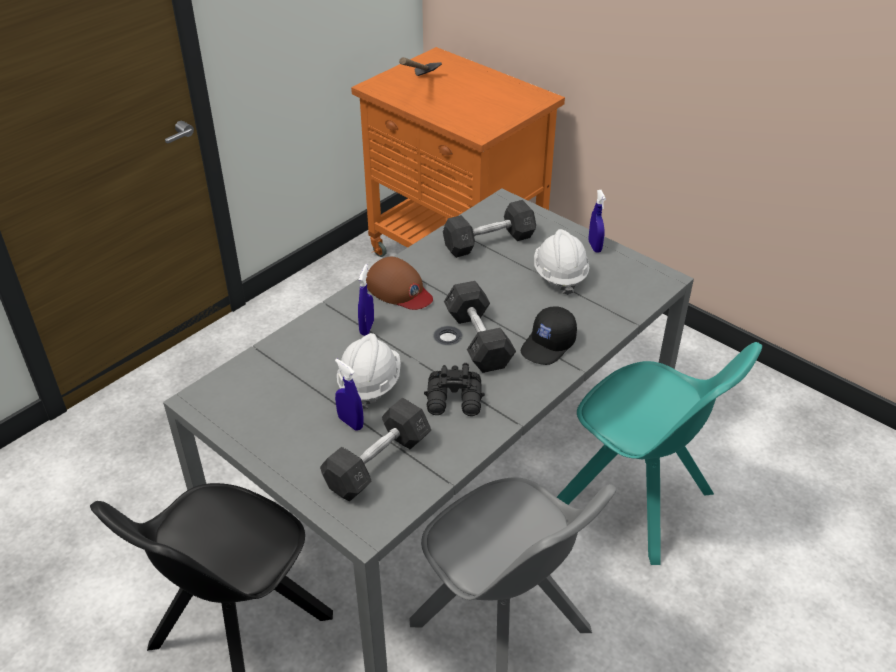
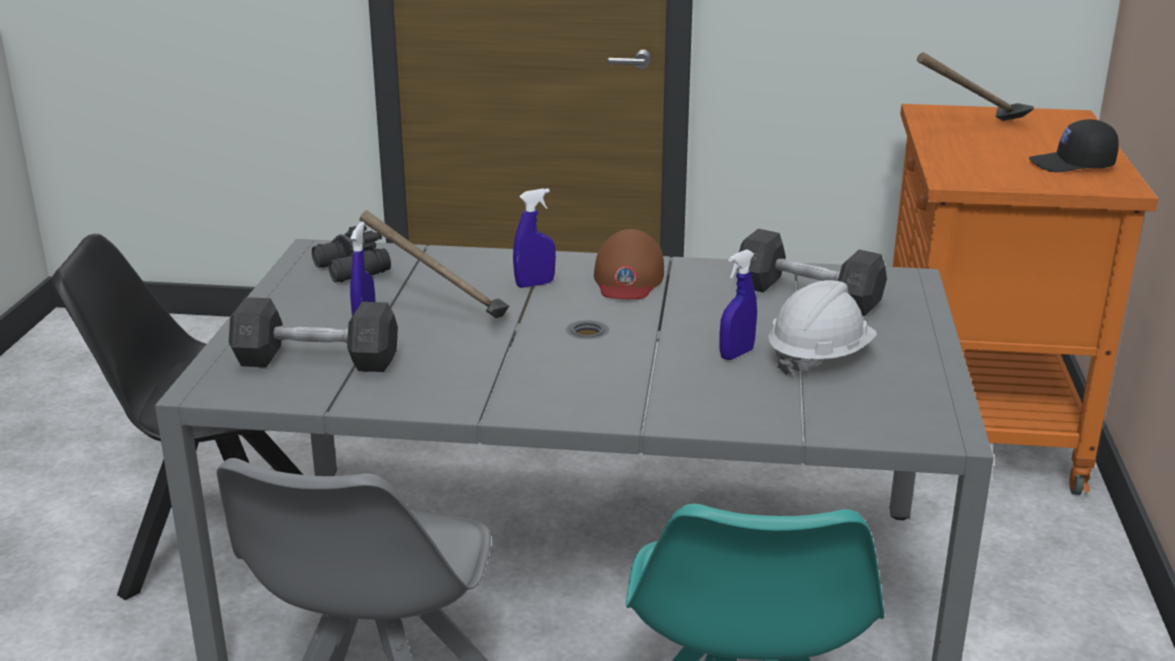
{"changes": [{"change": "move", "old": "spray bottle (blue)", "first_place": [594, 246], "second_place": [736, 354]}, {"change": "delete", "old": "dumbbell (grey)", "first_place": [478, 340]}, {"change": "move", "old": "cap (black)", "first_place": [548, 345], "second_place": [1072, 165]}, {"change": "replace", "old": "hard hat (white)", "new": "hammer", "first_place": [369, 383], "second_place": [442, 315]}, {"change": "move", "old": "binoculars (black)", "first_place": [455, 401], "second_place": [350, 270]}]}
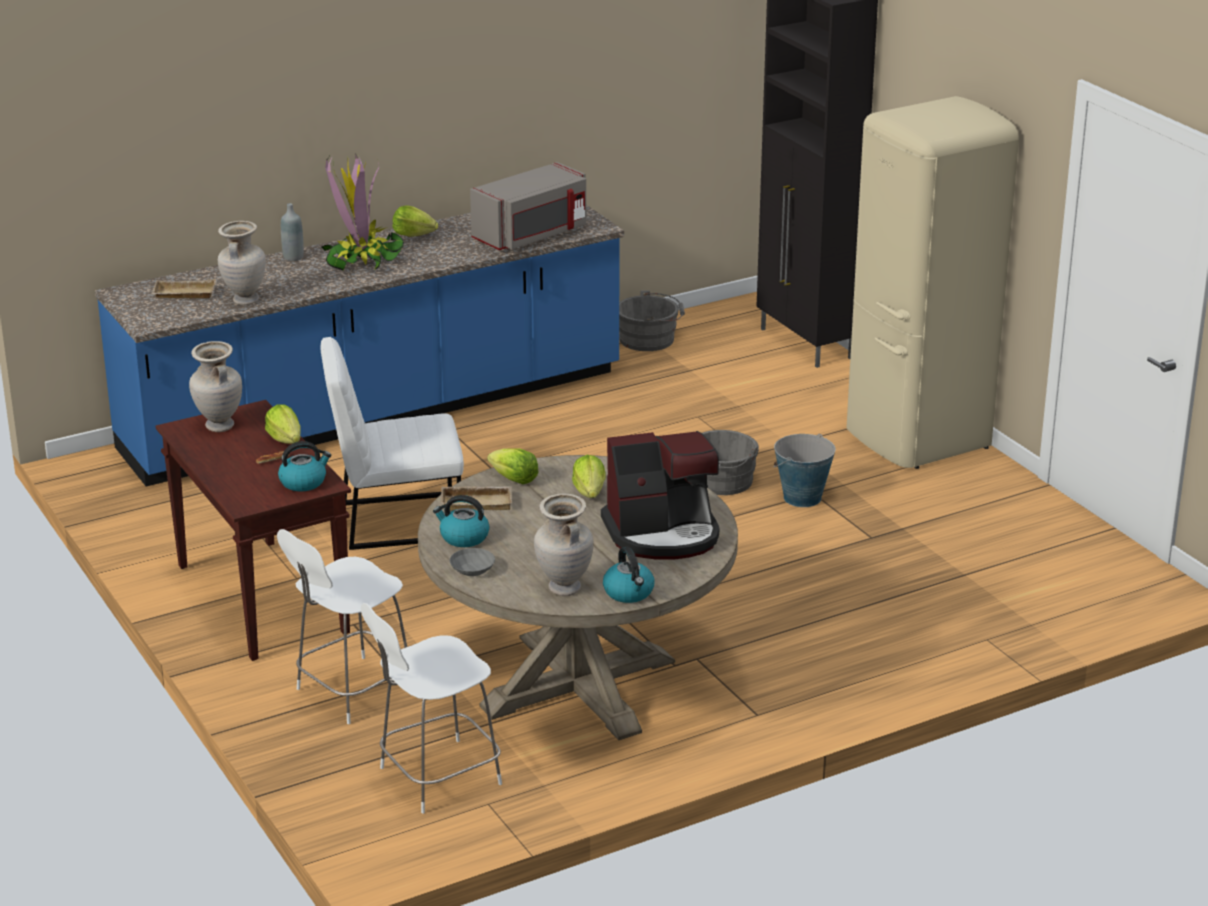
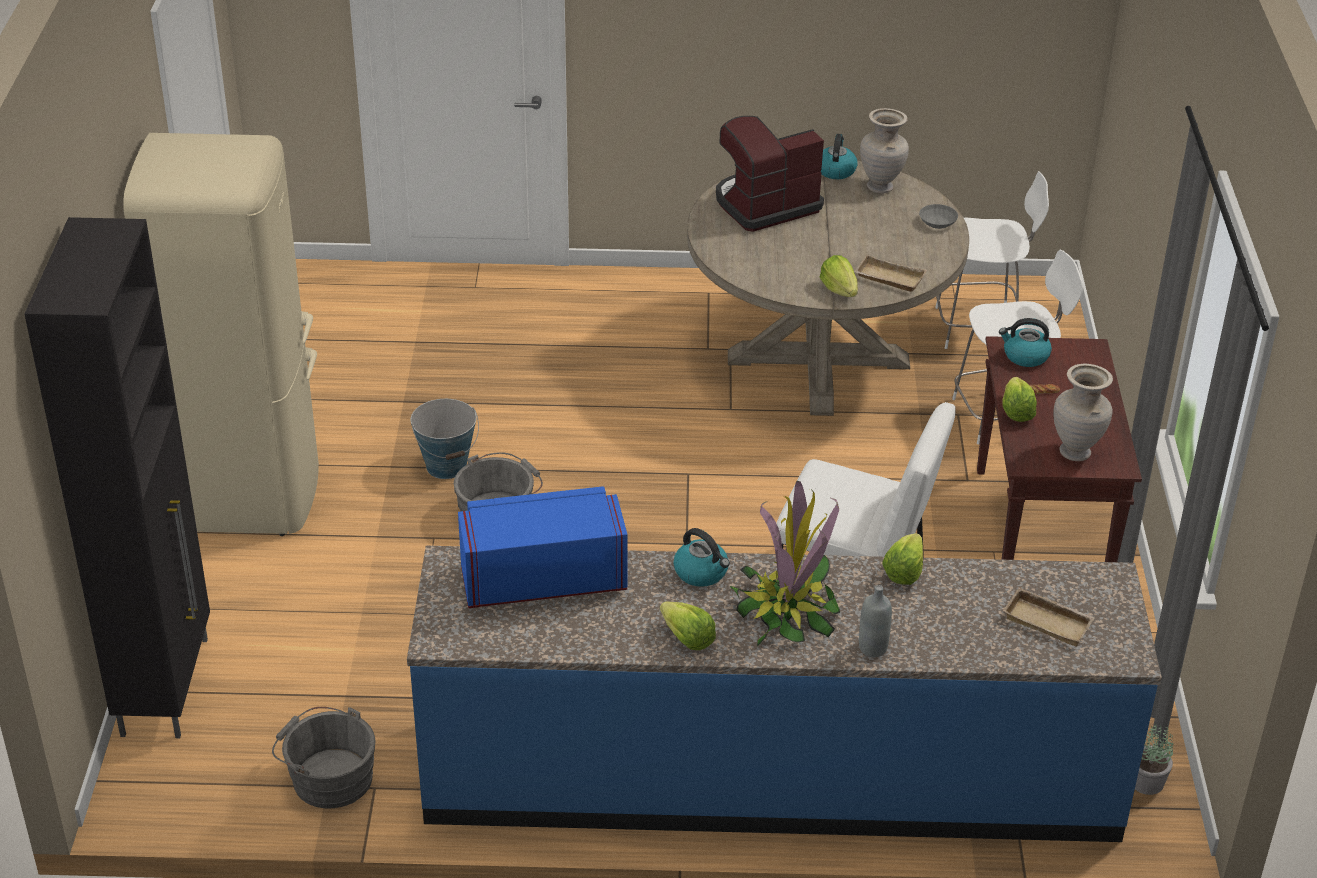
{"changes": [{"change": "recolor", "old": "microwave (grey)", "new": "microwave (blue)", "first_place": [532, 235], "second_place": [542, 577]}, {"change": "delete", "old": "vase (beige)", "first_place": [244, 300]}, {"change": "rotate", "old": "coffee machine", "first_place": [663, 534], "second_place": [765, 205], "degrees": -45}, {"change": "move", "old": "lettuce", "first_place": [590, 492], "second_place": [904, 572]}, {"change": "move", "old": "kettle", "first_place": [463, 537], "second_place": [702, 572]}, {"change": "insert", "new": "potted plant", "second_place": [1147, 782]}]}
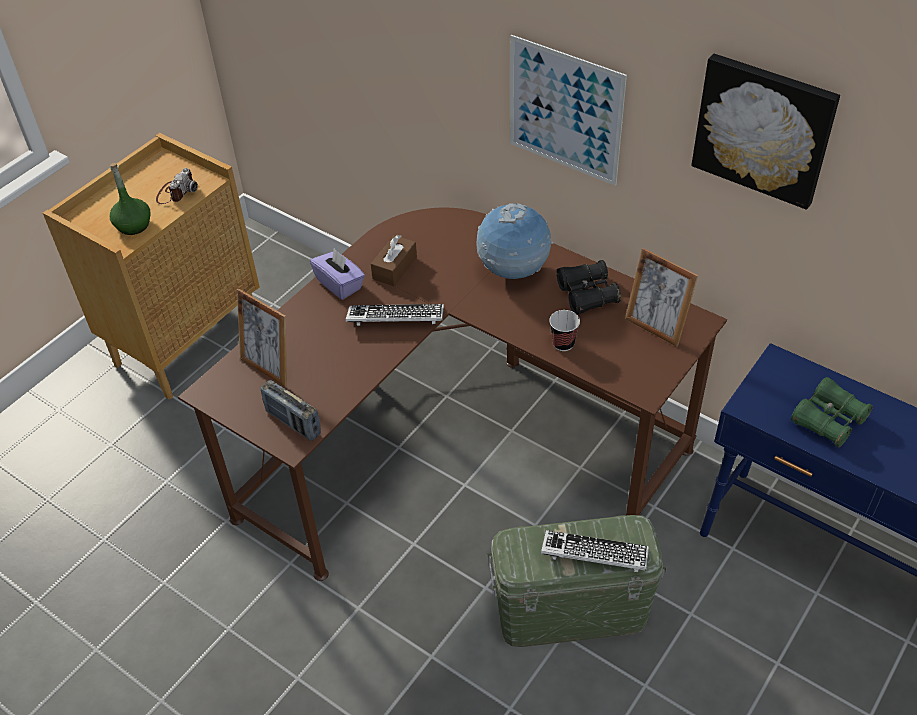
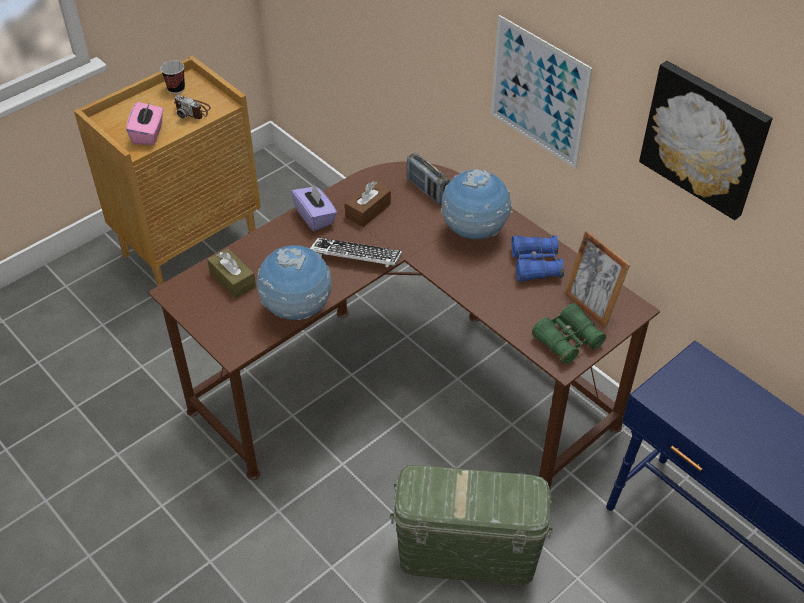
{"changes": [{"change": "replace", "old": "bottle (green)", "new": "tissue box (pink)", "first_place": [133, 225], "second_place": [148, 134]}, {"change": "rotate", "old": "photo camera", "first_place": [176, 192], "second_place": [193, 110], "degrees": 90}, {"change": "recolor", "old": "binoculars (black)", "new": "binoculars (blue)", "first_place": [587, 295], "second_place": [535, 265]}, {"change": "replace", "old": "picture frame", "new": "tissue box (brown)", "first_place": [269, 367], "second_place": [232, 280]}, {"change": "move", "old": "cup", "first_place": [563, 343], "second_place": [176, 89]}, {"change": "move", "old": "binoculars (green)", "first_place": [828, 420], "second_place": [567, 341]}, {"change": "move", "old": "radio", "first_place": [293, 423], "second_place": [427, 190]}, {"change": "delete", "old": "keyboard", "first_place": [594, 555]}, {"change": "insert", "new": "globe", "second_place": [297, 310]}]}
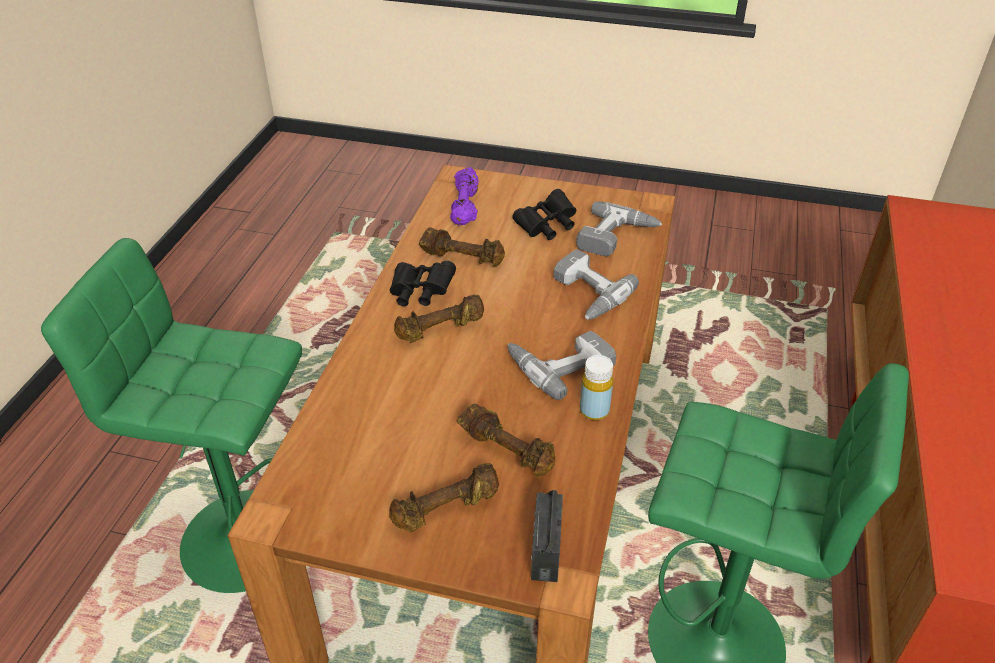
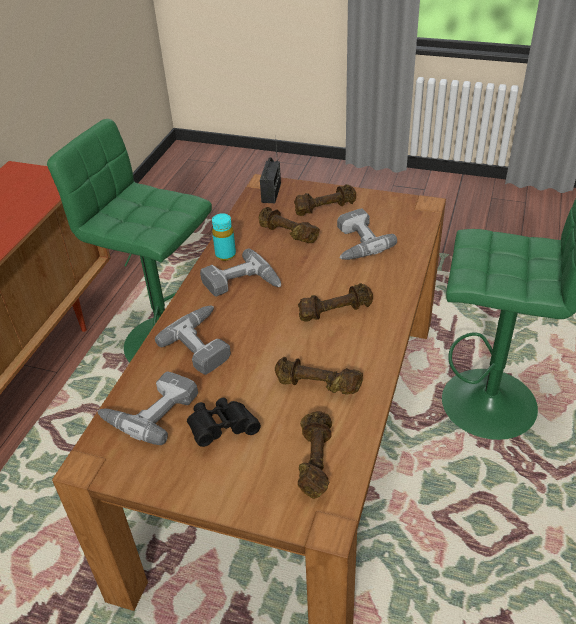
{"changes": [{"change": "recolor", "old": "dumbbell (purple)", "new": "dumbbell (brown)", "first_place": [466, 207], "second_place": [314, 461]}, {"change": "delete", "old": "binoculars (black)", "first_place": [420, 293]}, {"change": "recolor", "old": "bottle (yellow)", "new": "bottle (turquoise)", "first_place": [594, 410], "second_place": [225, 255]}, {"change": "insert", "new": "power drill", "second_place": [355, 243]}]}
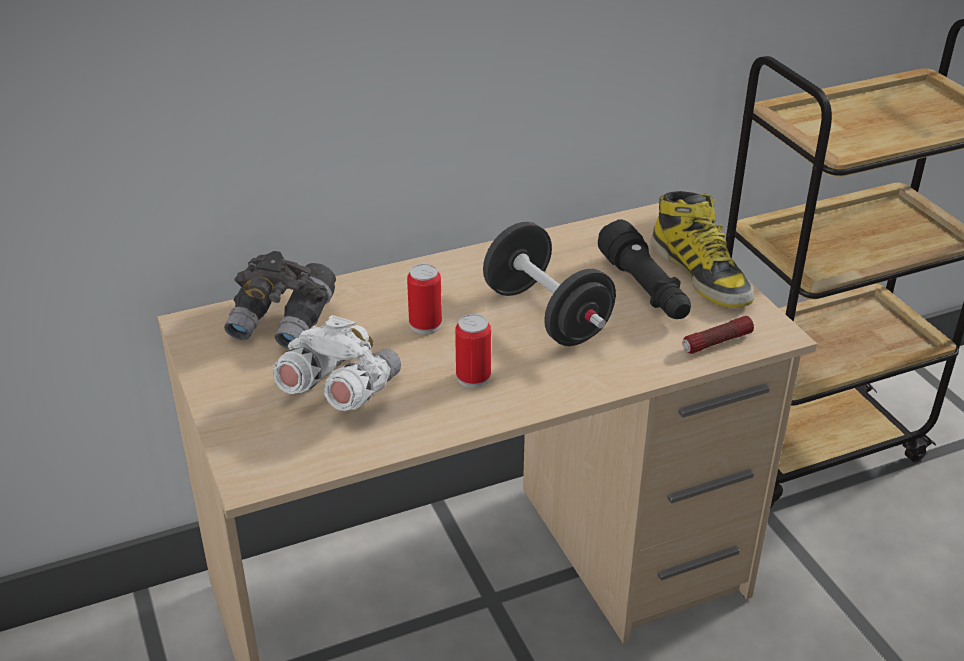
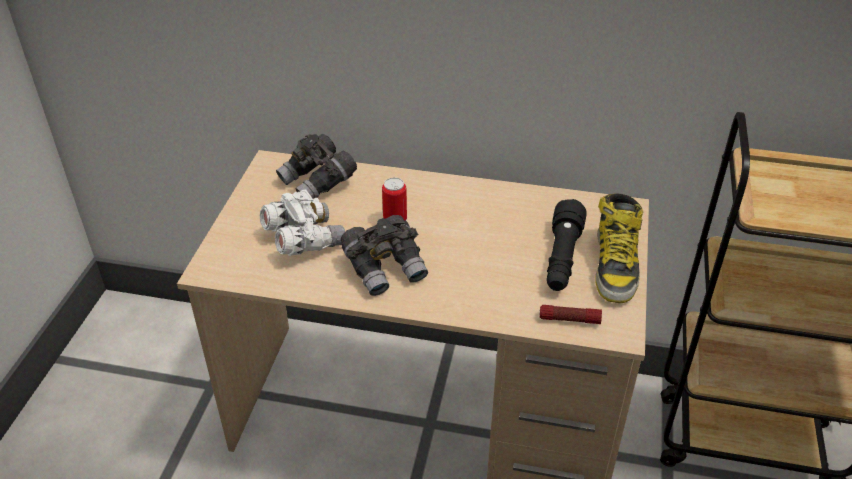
{"changes": [{"change": "delete", "old": "dumbbell (black)", "first_place": [547, 315]}, {"change": "replace", "old": "can", "new": "binoculars (grey)", "first_place": [473, 377], "second_place": [386, 268]}]}
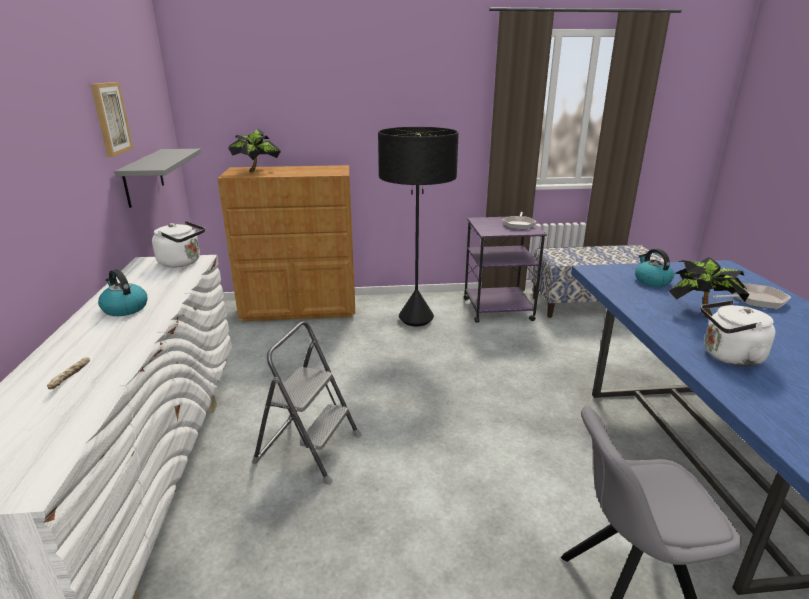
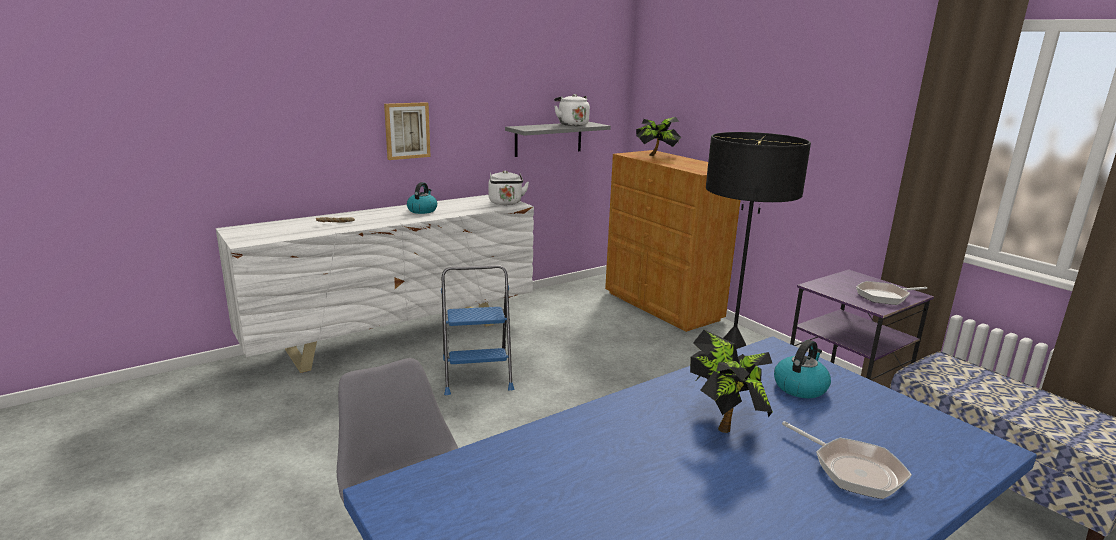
{"changes": [{"change": "move", "old": "picture", "first_place": [110, 118], "second_place": [407, 130]}, {"change": "move", "old": "kettle (white)", "first_place": [728, 357], "second_place": [571, 124]}, {"change": "recolor", "old": "step ladder (grey)", "new": "step ladder (blue)", "first_place": [305, 447], "second_place": [477, 372]}]}
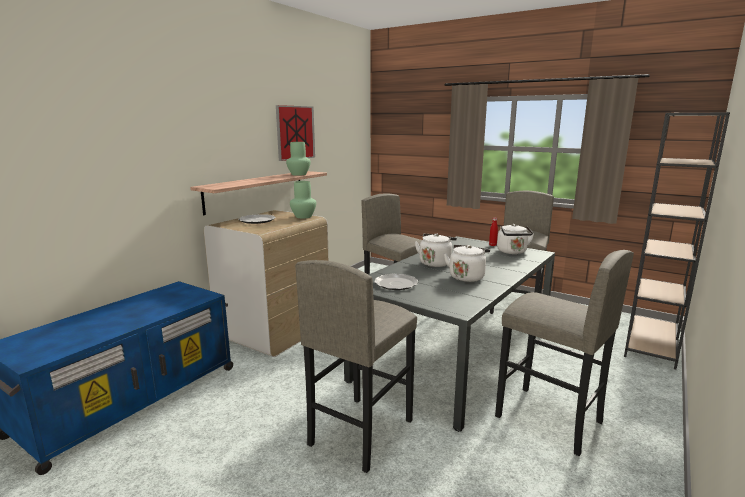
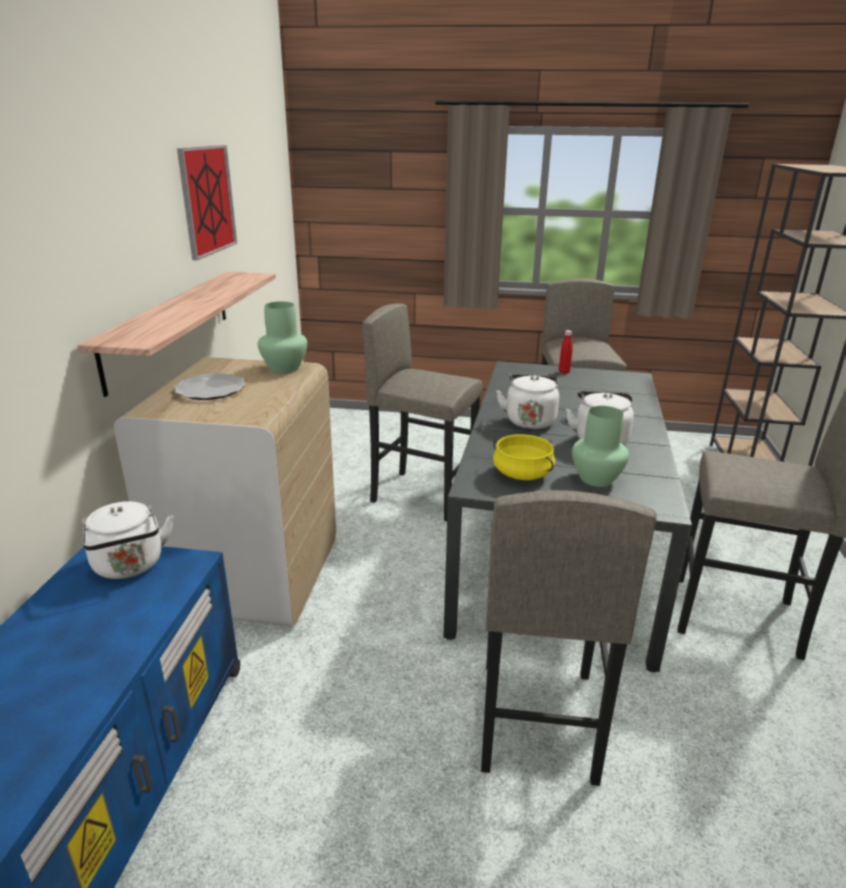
{"changes": [{"change": "move", "old": "vase (green)", "first_place": [299, 174], "second_place": [597, 478]}, {"change": "move", "old": "kettle (white)", "first_place": [512, 252], "second_place": [130, 566]}, {"change": "replace", "old": "plate", "new": "cooking pot (yellow)", "first_place": [395, 283], "second_place": [522, 474]}]}
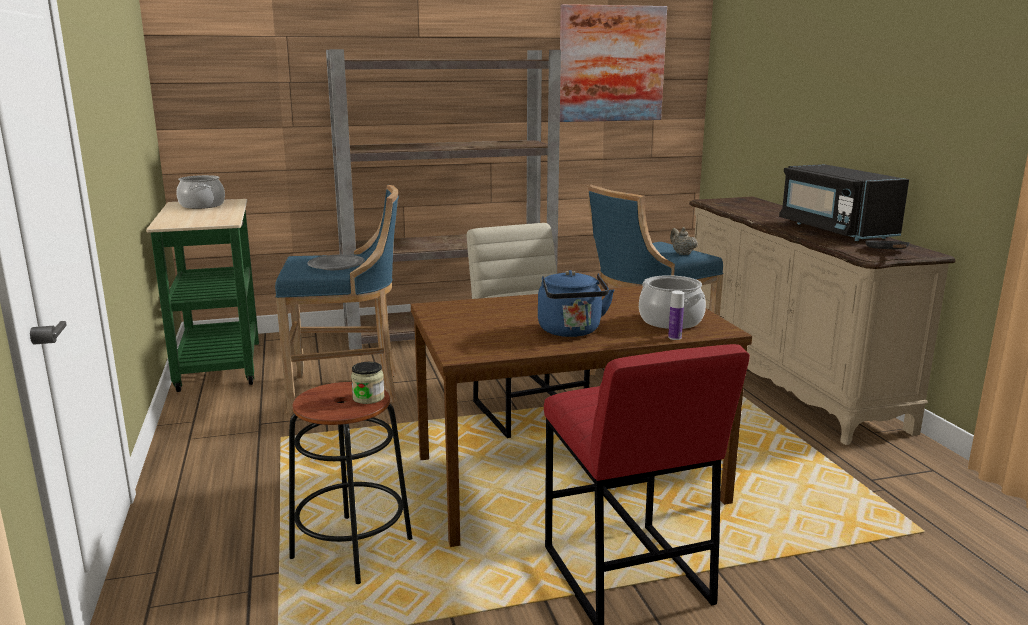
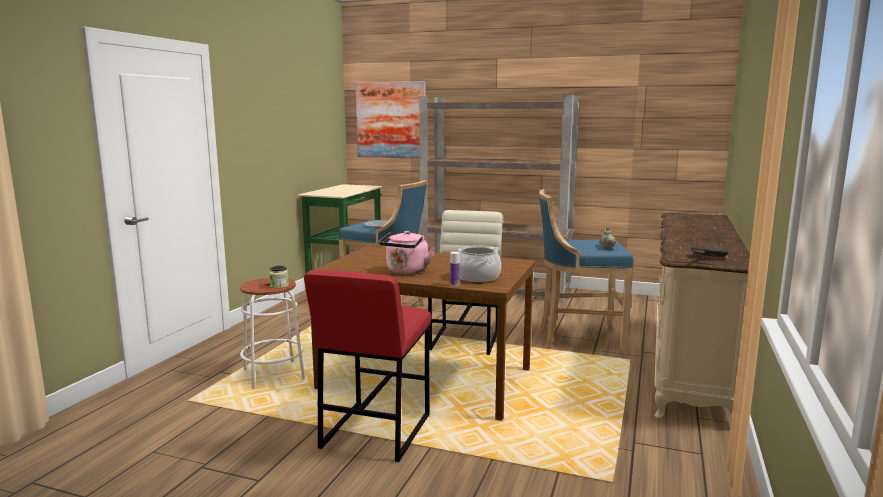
{"changes": [{"change": "move", "old": "picture", "first_place": [611, 64], "second_place": [391, 120]}, {"change": "delete", "old": "microwave (black)", "first_place": [834, 230]}, {"change": "delete", "old": "cooking pot", "first_place": [202, 205]}, {"change": "recolor", "old": "kettle (blue)", "new": "kettle (pink)", "first_place": [571, 331], "second_place": [406, 271]}, {"change": "recolor", "old": "stool (black)", "new": "stool (white)", "first_place": [352, 549], "second_place": [273, 375]}]}
